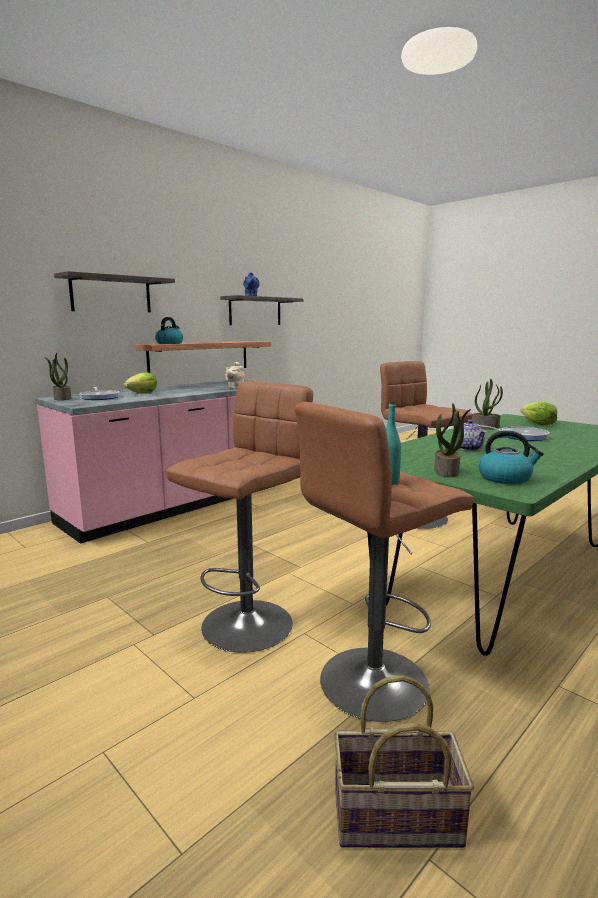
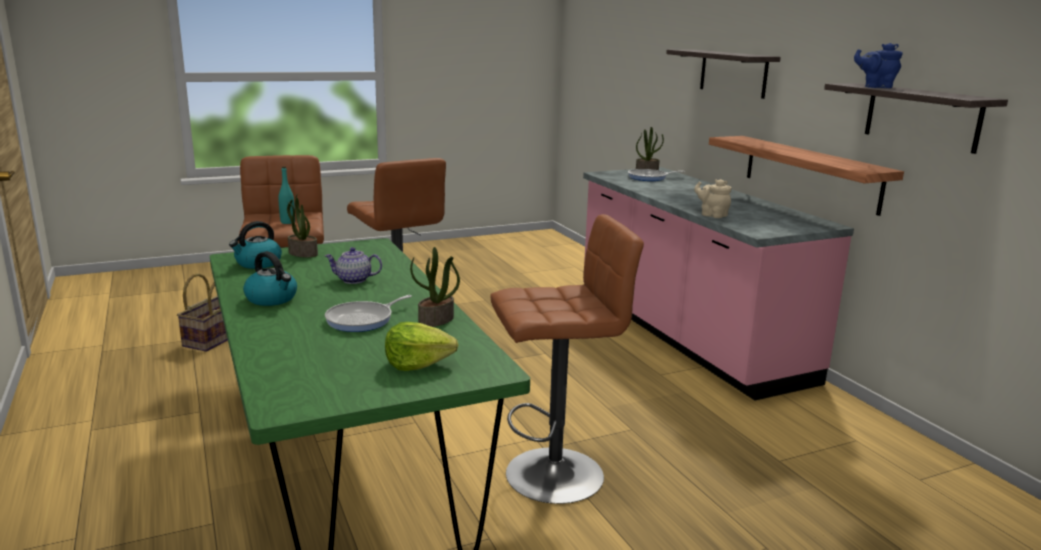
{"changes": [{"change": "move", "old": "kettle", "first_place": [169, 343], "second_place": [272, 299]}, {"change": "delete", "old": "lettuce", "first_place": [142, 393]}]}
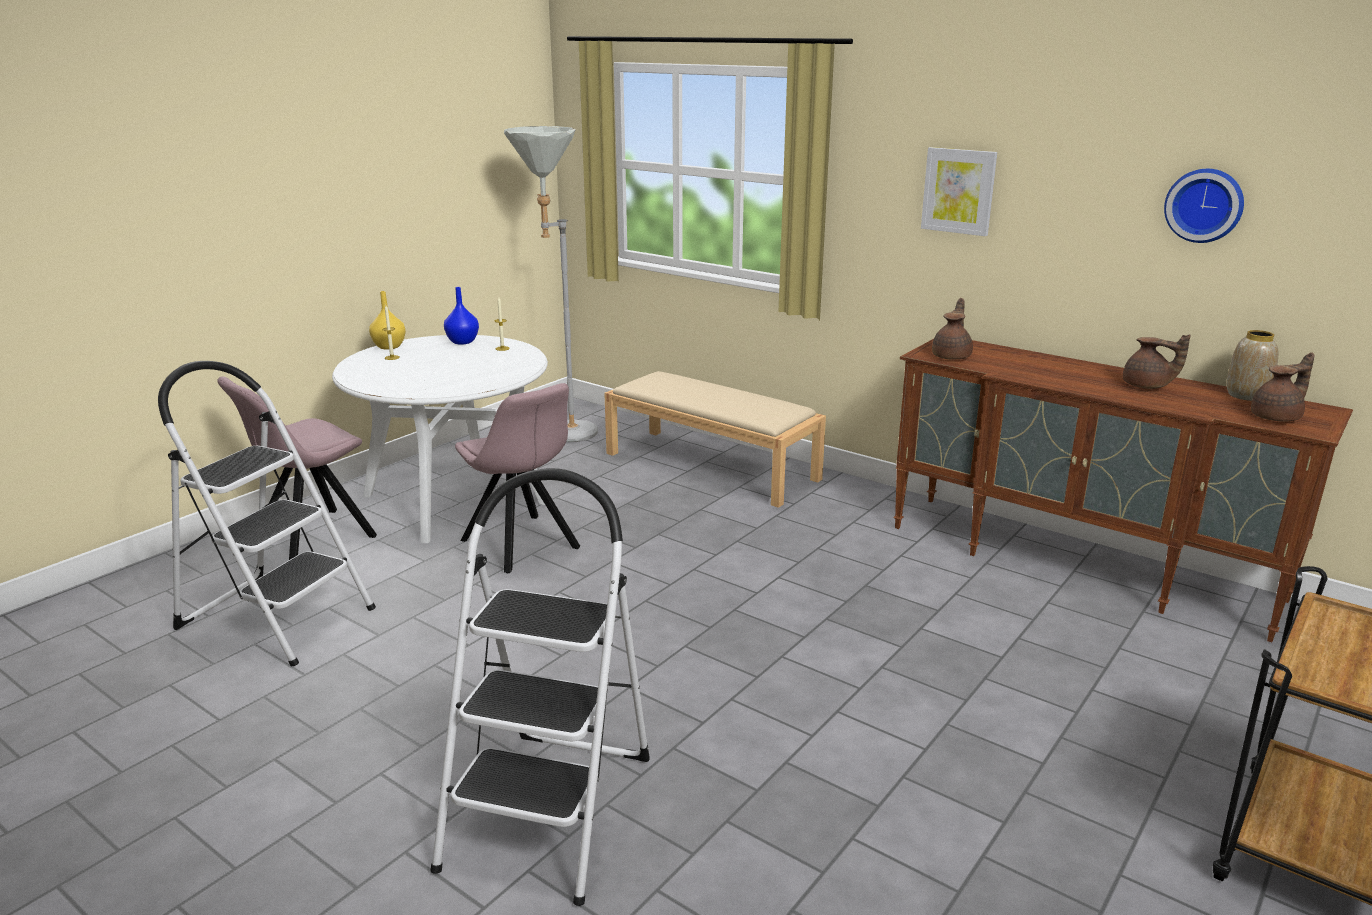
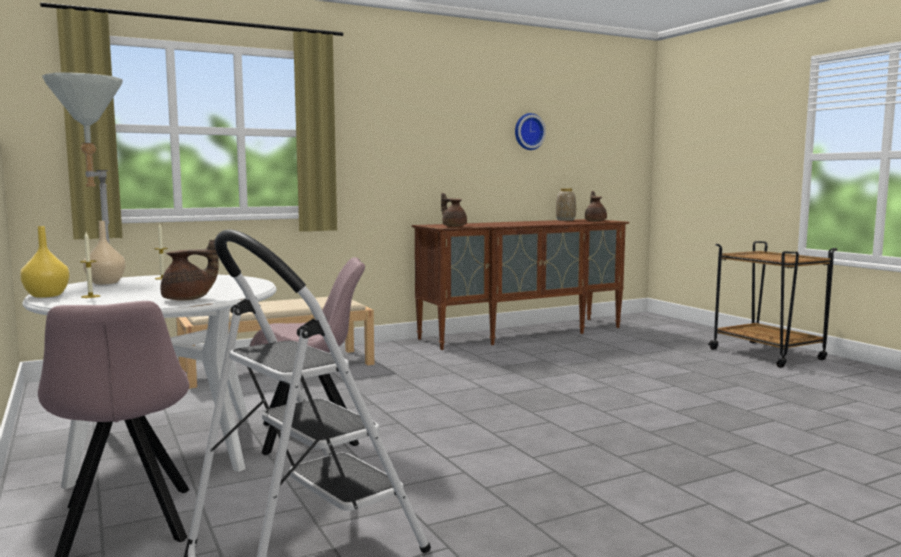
{"changes": [{"change": "delete", "old": "picture", "first_place": [959, 191]}, {"change": "recolor", "old": "vase (blue)", "new": "vase (beige)", "first_place": [462, 342], "second_place": [106, 283]}, {"change": "move", "old": "teapot (brown)", "first_place": [1147, 386], "second_place": [188, 299]}, {"change": "delete", "old": "step ladder", "first_place": [553, 807]}]}
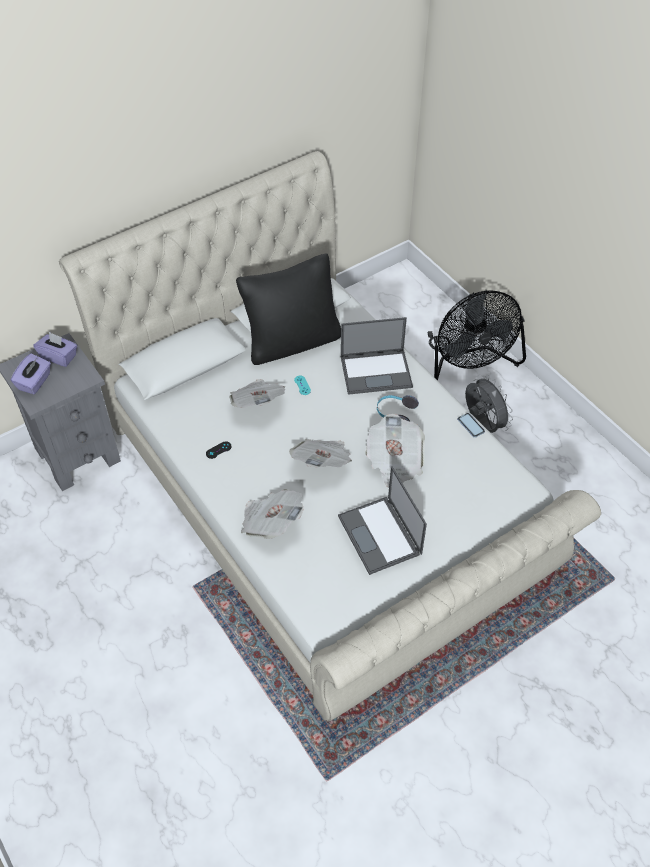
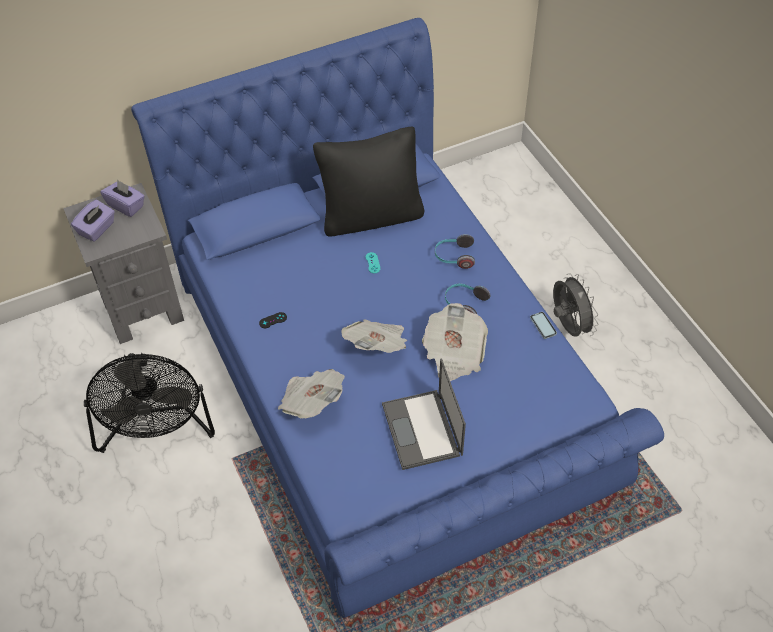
{"changes": [{"change": "recolor", "old": "bed (beige)", "new": "bed (blue)", "first_place": [324, 488], "second_place": [387, 374]}, {"change": "move", "old": "fan (black)", "first_place": [466, 363], "second_place": [152, 425]}, {"change": "replace", "old": "laptop", "new": "headphones", "first_place": [377, 371], "second_place": [454, 257]}, {"change": "delete", "old": "newspaper", "first_place": [257, 403]}]}
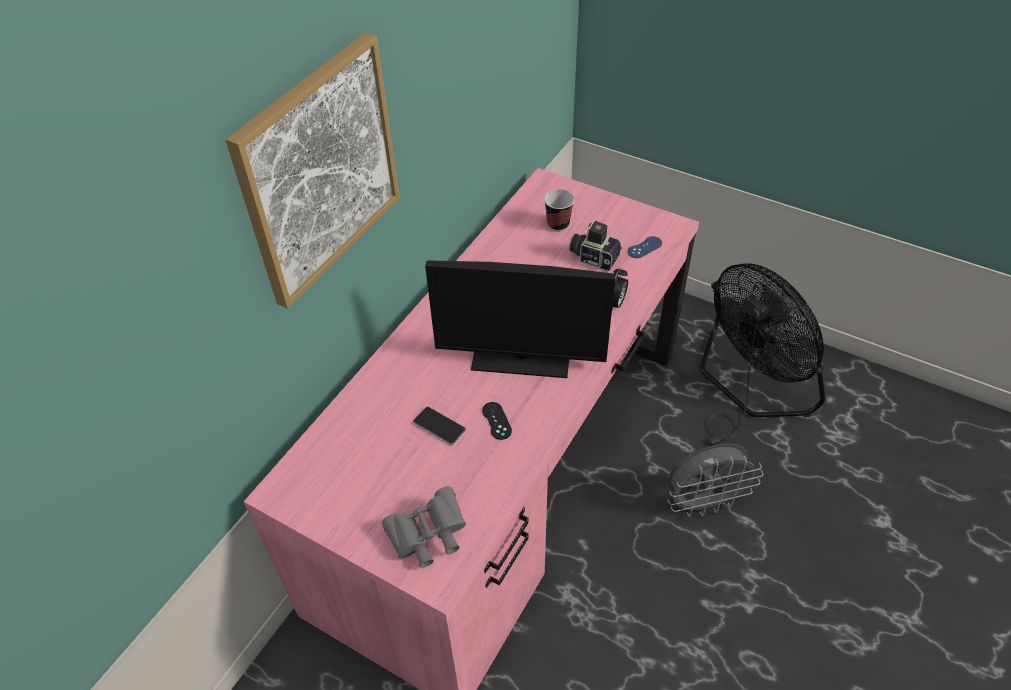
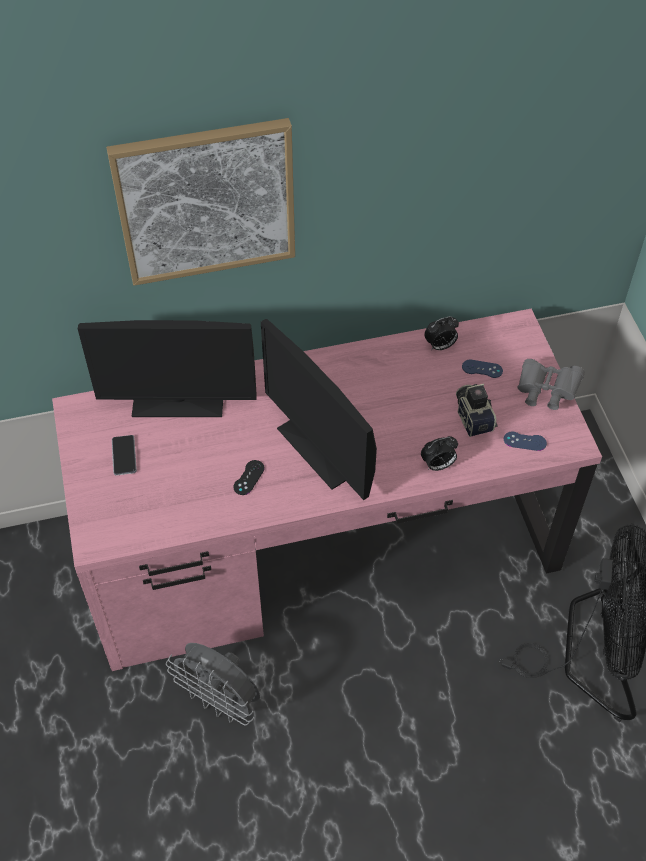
{"changes": [{"change": "replace", "old": "cup", "new": "game controller (blue)", "first_place": [558, 224], "second_place": [482, 369]}, {"change": "move", "old": "phone", "first_place": [439, 426], "second_place": [124, 455]}, {"change": "move", "old": "fan (grey)", "first_place": [703, 502], "second_place": [221, 700]}, {"change": "move", "old": "binoculars (grey)", "first_place": [428, 537], "second_place": [546, 392]}, {"change": "insert", "new": "alarm clock", "second_place": [440, 346]}, {"change": "insert", "new": "monitor", "second_place": [178, 401]}]}
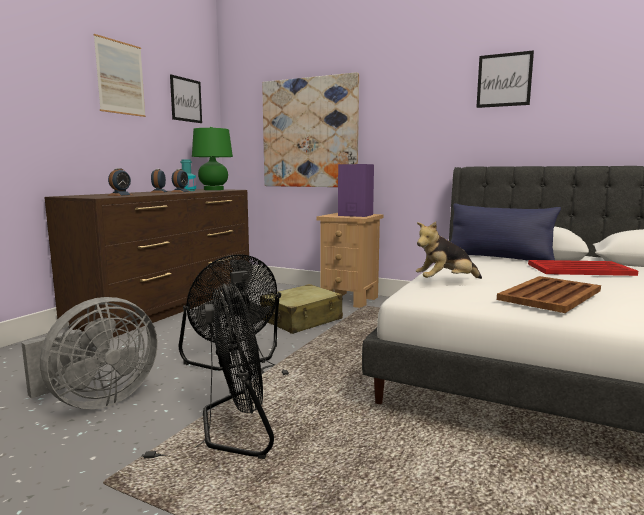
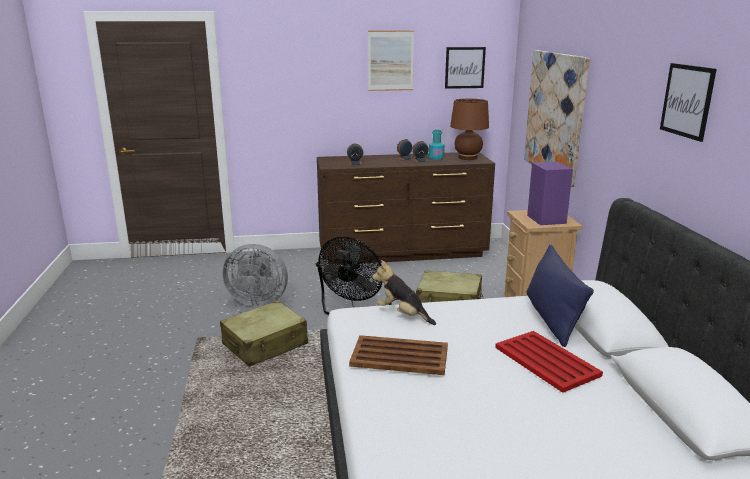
{"changes": [{"change": "recolor", "old": "table lamp (green)", "new": "table lamp (brown)", "first_place": [213, 189], "second_place": [467, 158]}, {"change": "replace", "old": "fan (black)", "new": "suitcase (beige)", "first_place": [226, 428], "second_place": [265, 344]}]}
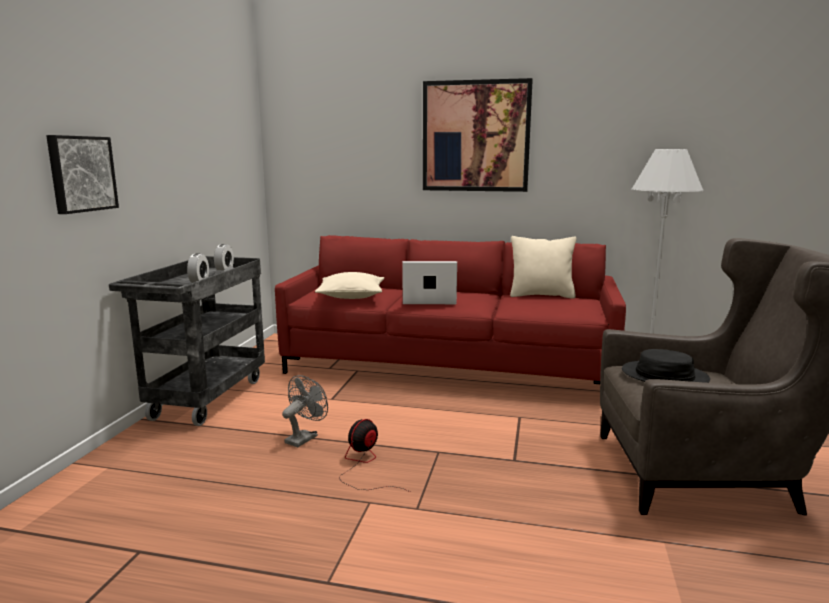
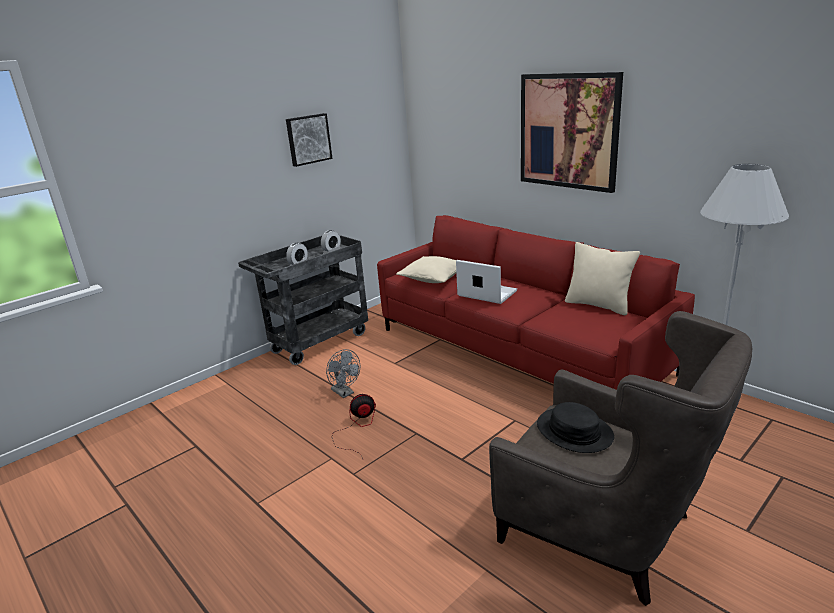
{"changes": [{"change": "move", "old": "picture", "first_place": [81, 174], "second_place": [308, 139]}, {"change": "rotate", "old": "fan (grey)", "first_place": [304, 437], "second_place": [345, 393], "degrees": 75}]}
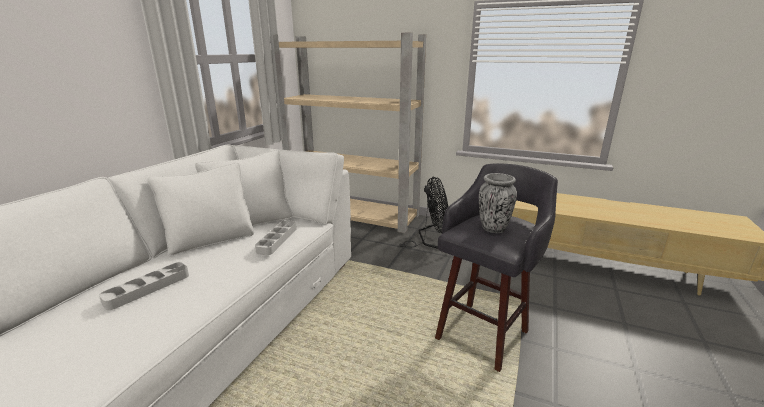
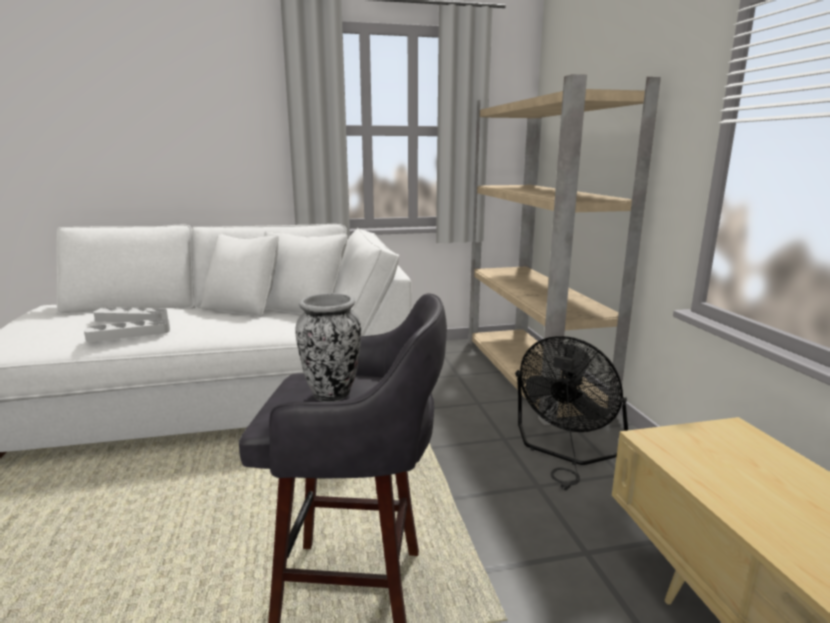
{"changes": [{"change": "rotate", "old": "fan (black)", "first_place": [430, 239], "second_place": [562, 451], "degrees": -105}, {"change": "move", "old": "tray (grey)", "first_place": [277, 240], "second_place": [129, 334]}]}
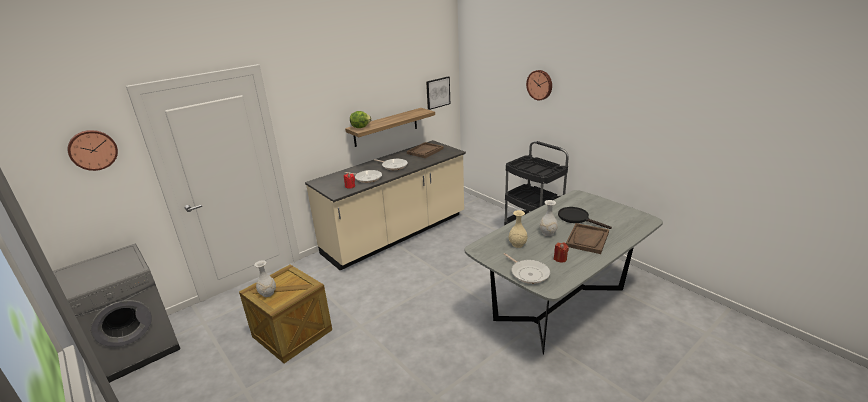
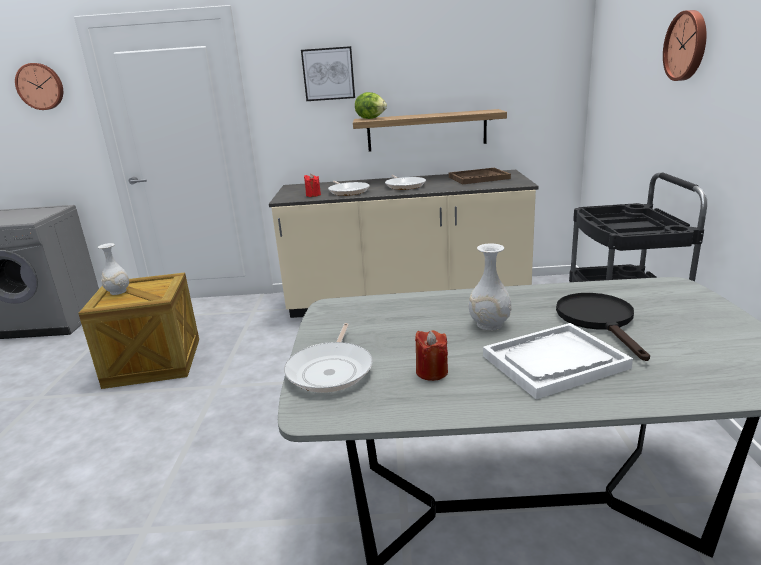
{"changes": [{"change": "move", "old": "picture", "first_place": [437, 92], "second_place": [328, 74]}, {"change": "delete", "old": "vase (beige)", "first_place": [517, 244]}, {"change": "recolor", "old": "tray (brown)", "new": "tray (white)", "first_place": [587, 239], "second_place": [554, 362]}]}
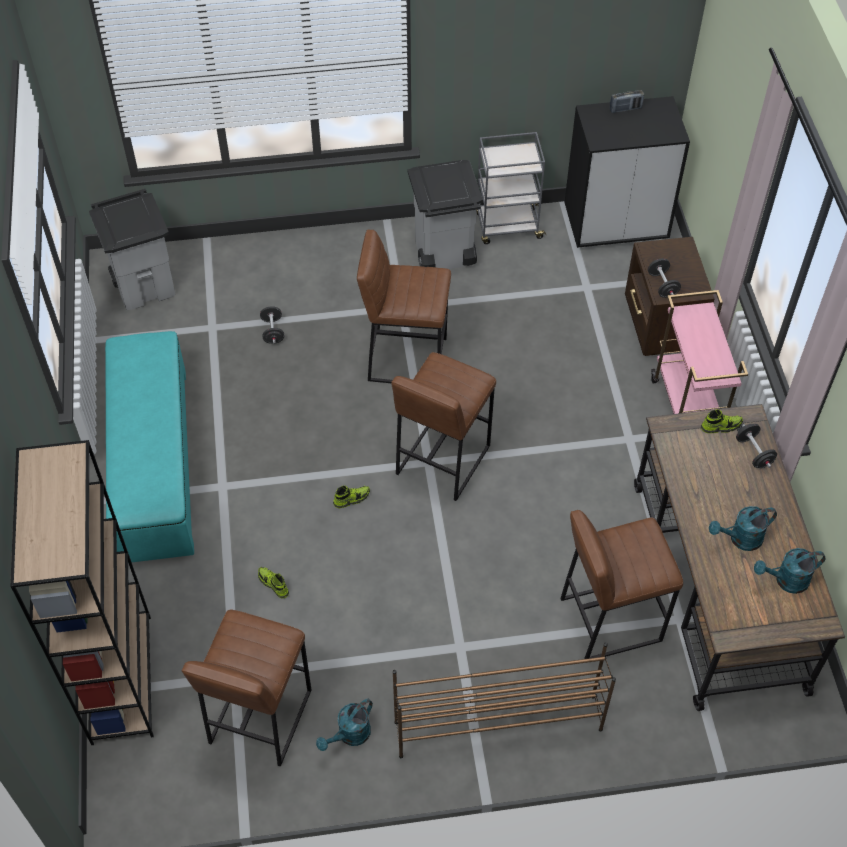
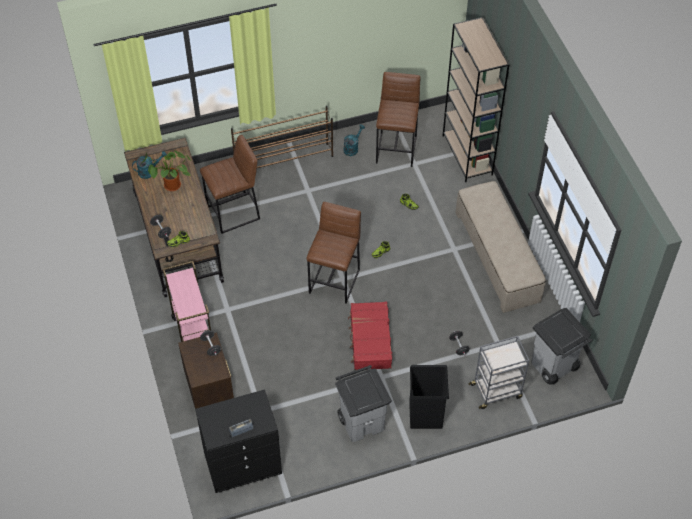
{"changes": [{"change": "move", "old": "cart (grey)", "first_place": [507, 226], "second_place": [496, 391]}, {"change": "replace", "old": "stool (brown)", "new": "suitcase (red)", "first_place": [405, 359], "second_place": [370, 340]}, {"change": "recolor", "old": "bench (turquoise)", "new": "bench (beige)", "first_place": [153, 461], "second_place": [497, 256]}, {"change": "replace", "old": "watering can (turquoise)", "new": "potted plant", "first_place": [740, 539], "second_place": [171, 187]}, {"change": "insert", "new": "trash can (black)", "second_place": [425, 414]}]}
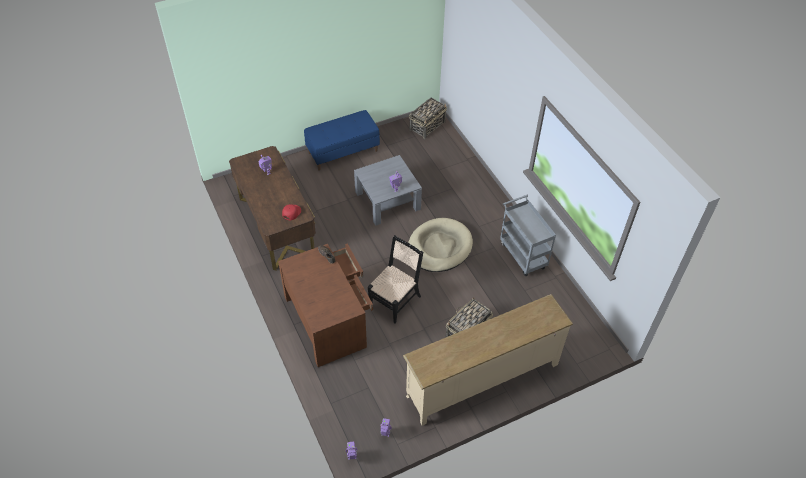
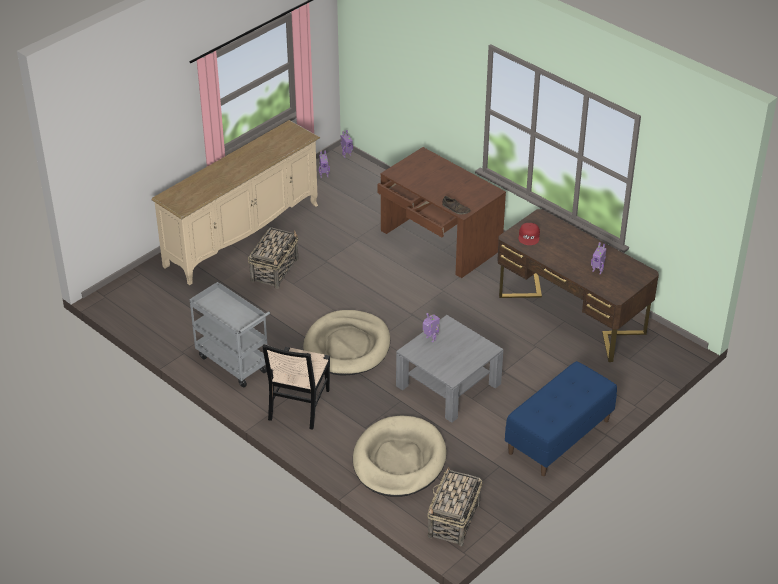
{"changes": [{"change": "move", "old": "chair", "first_place": [395, 301], "second_place": [299, 405]}, {"change": "insert", "new": "dog bed (beige)", "second_place": [399, 460]}]}
